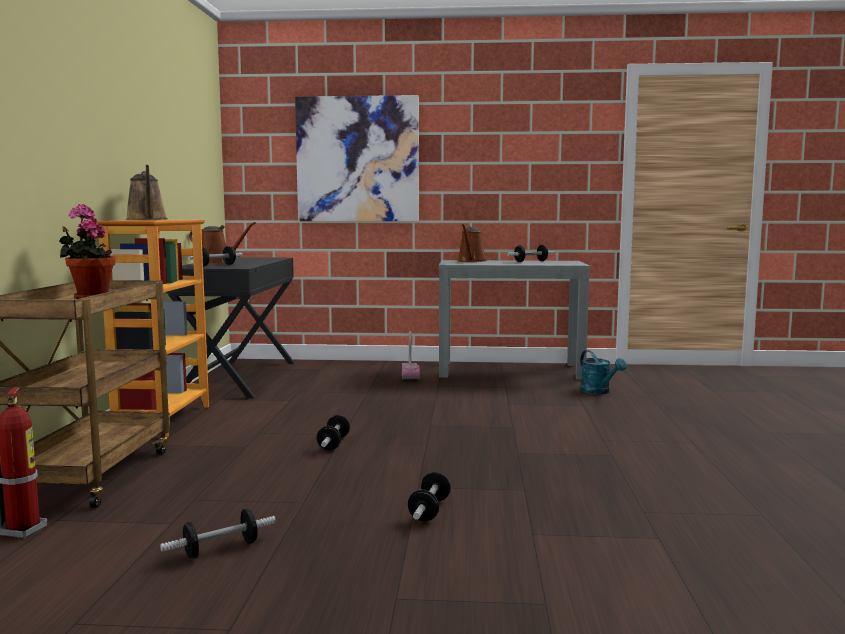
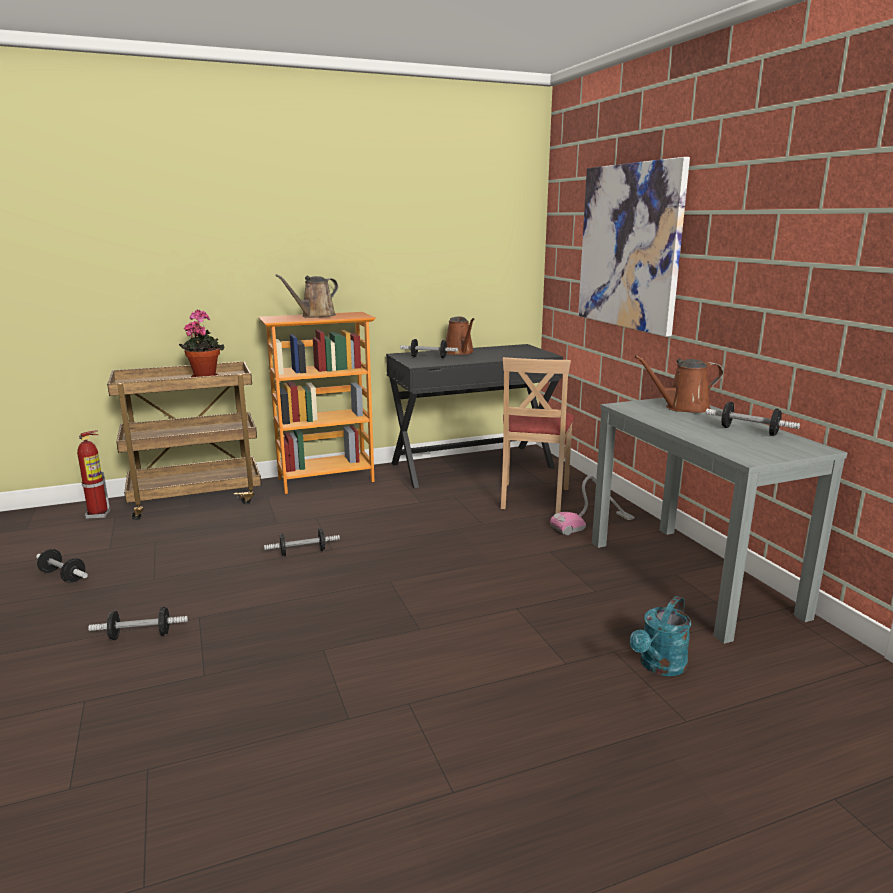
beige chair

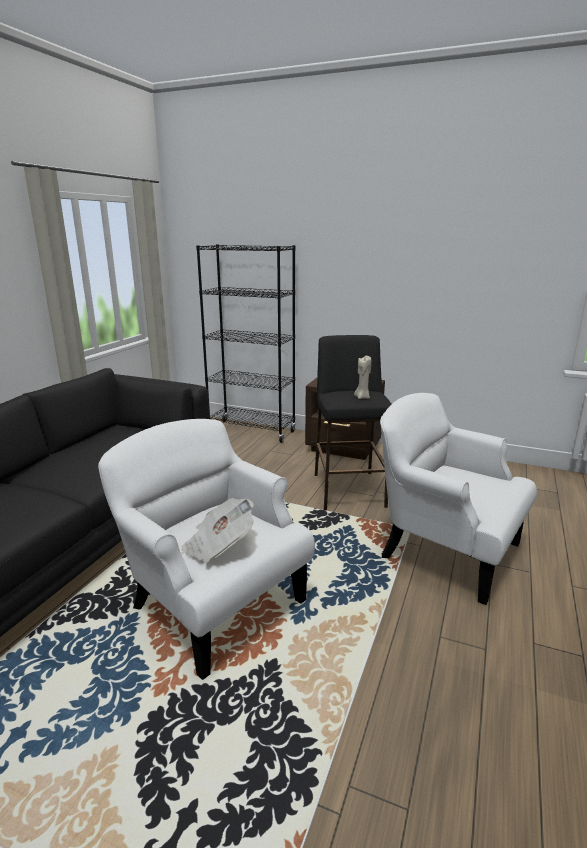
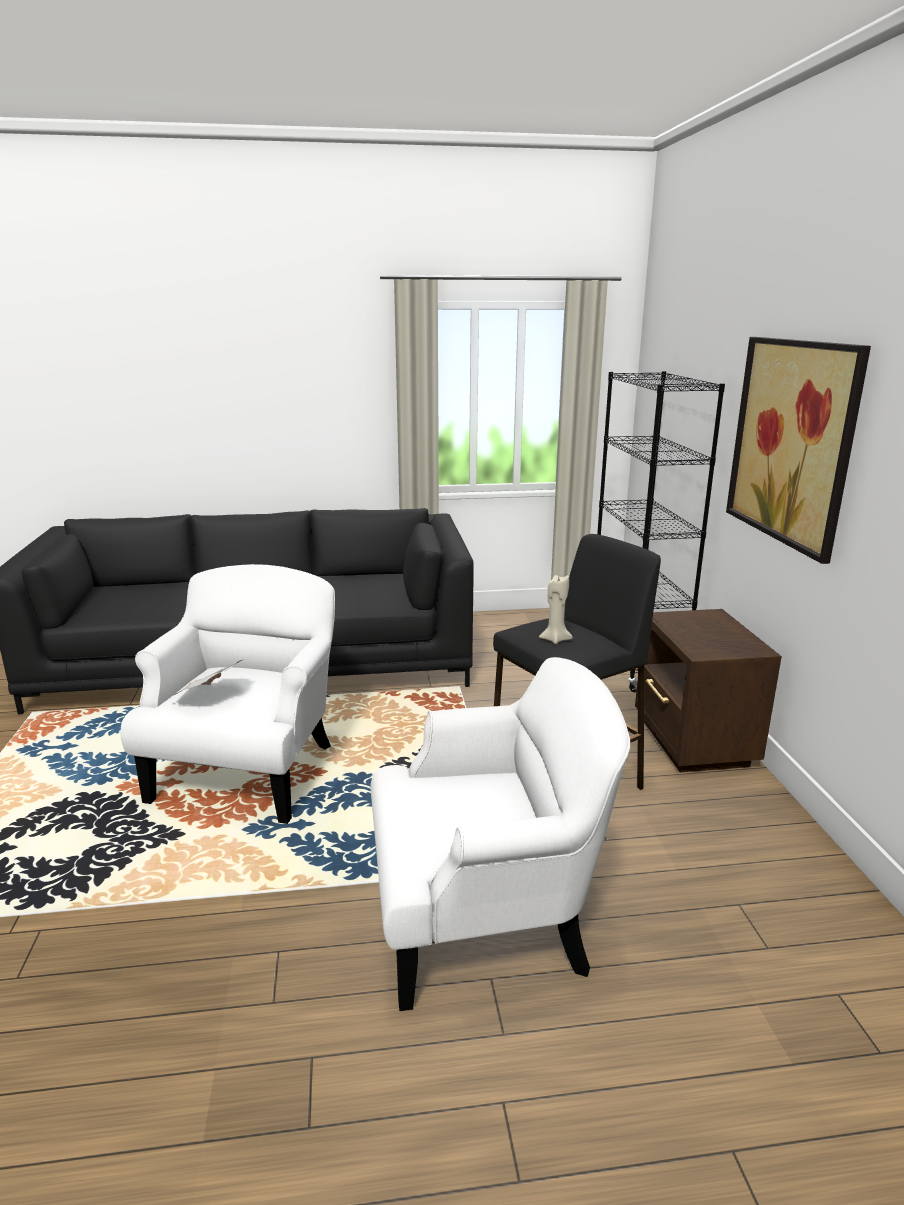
white armchair (2nd from left)
picture

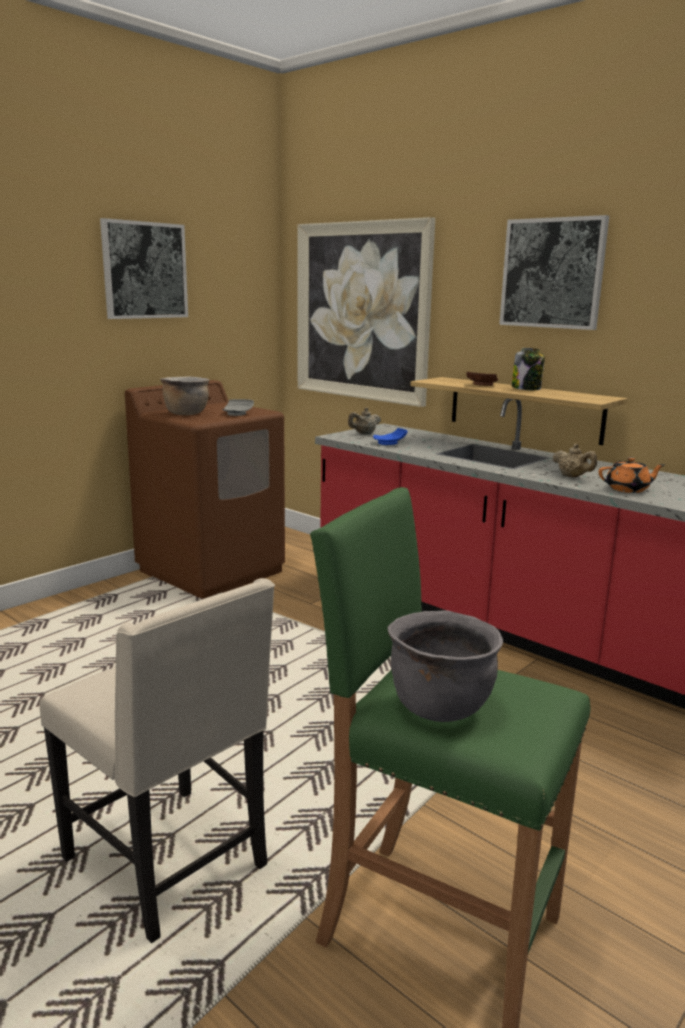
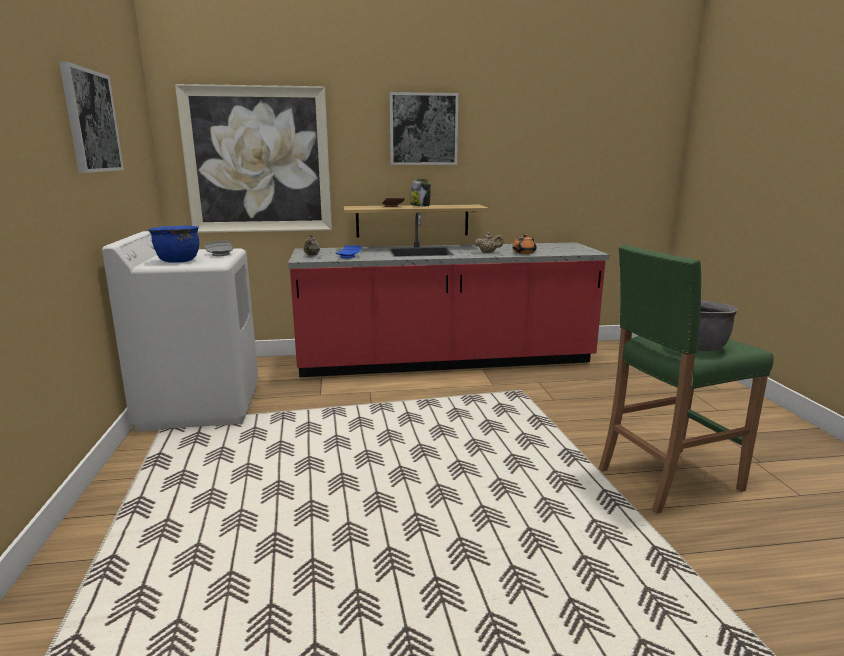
beige chair
white washing machine
blue cooking pot

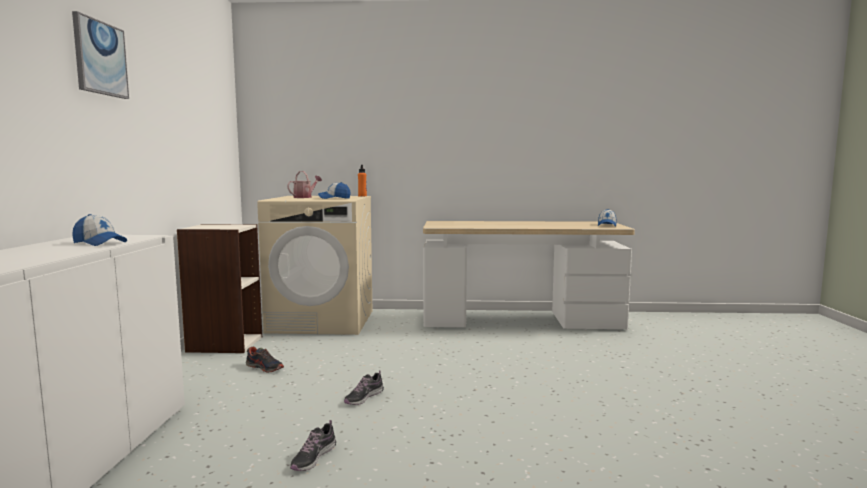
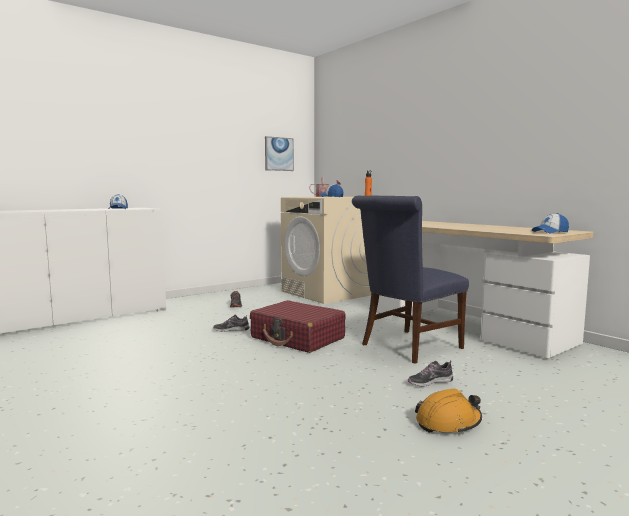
picture
bookcase
shoe (3rd from left)
red suitcase
blue chair
orange hard hat

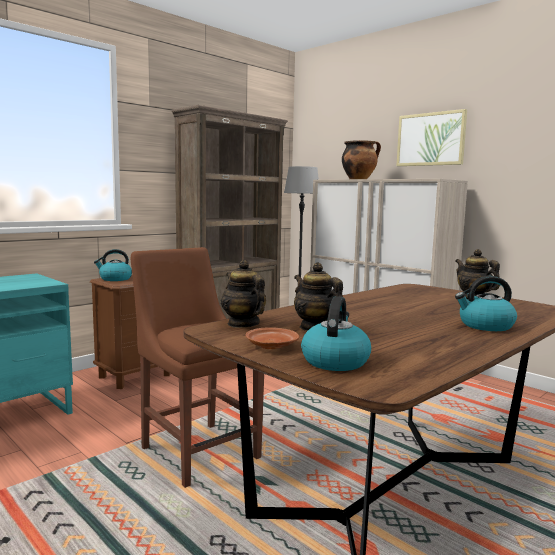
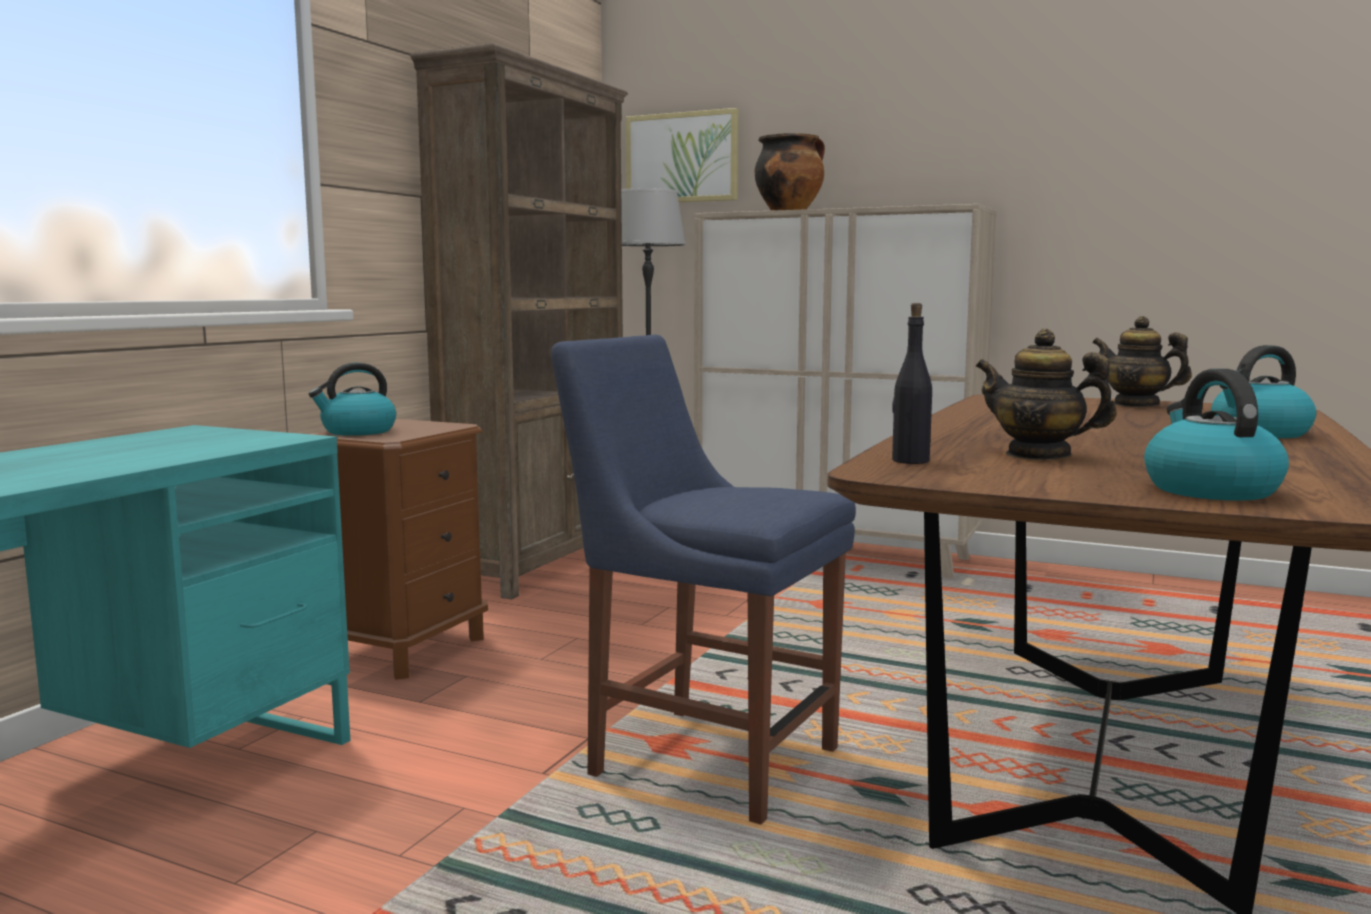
blue chair
black bottle
brown plate
picture

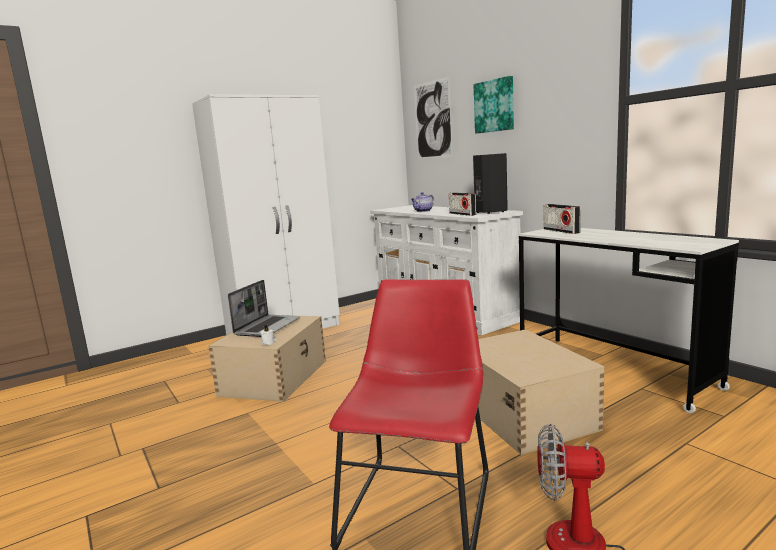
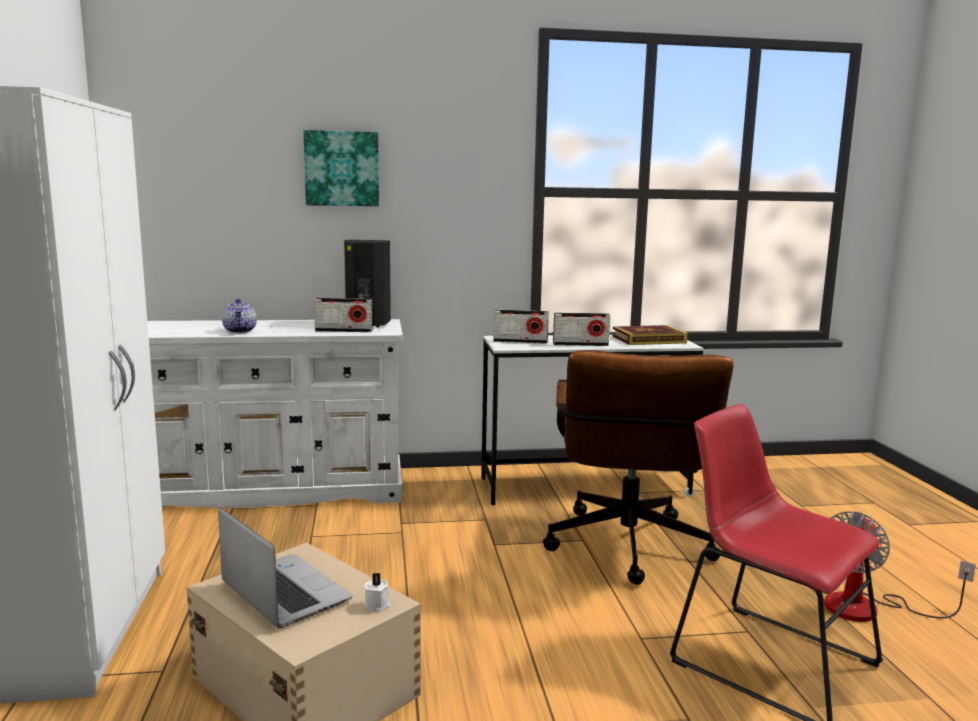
picture (1st from left in the first image)
brown office chair
radio (3rd from left)
book

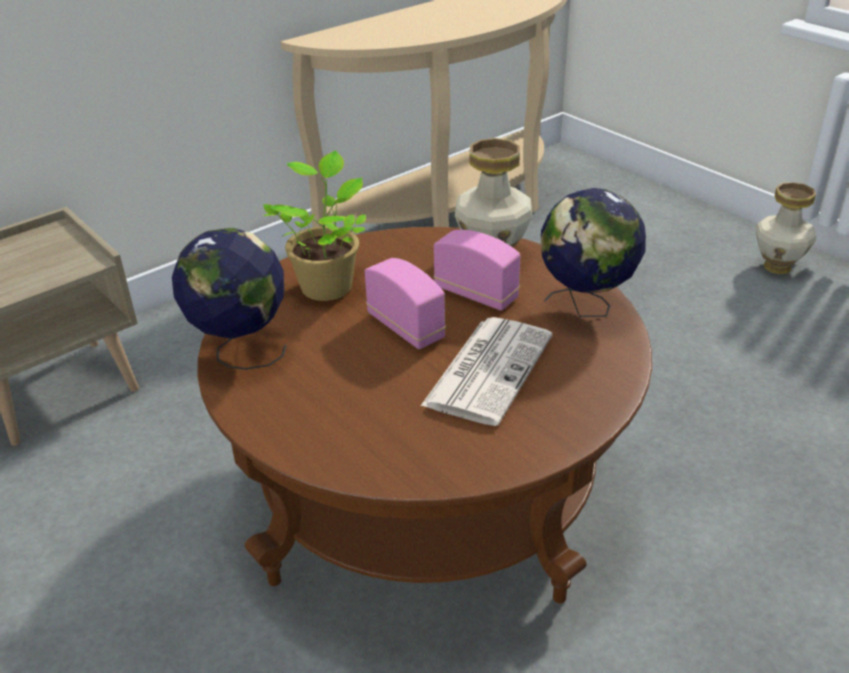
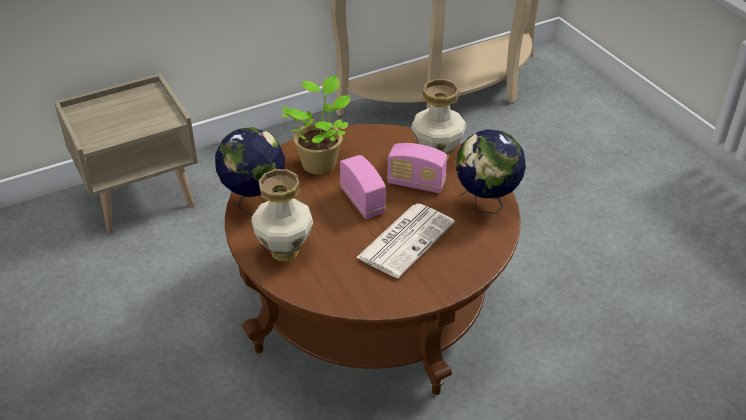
radio (2nd from left)
vase (1st from left)

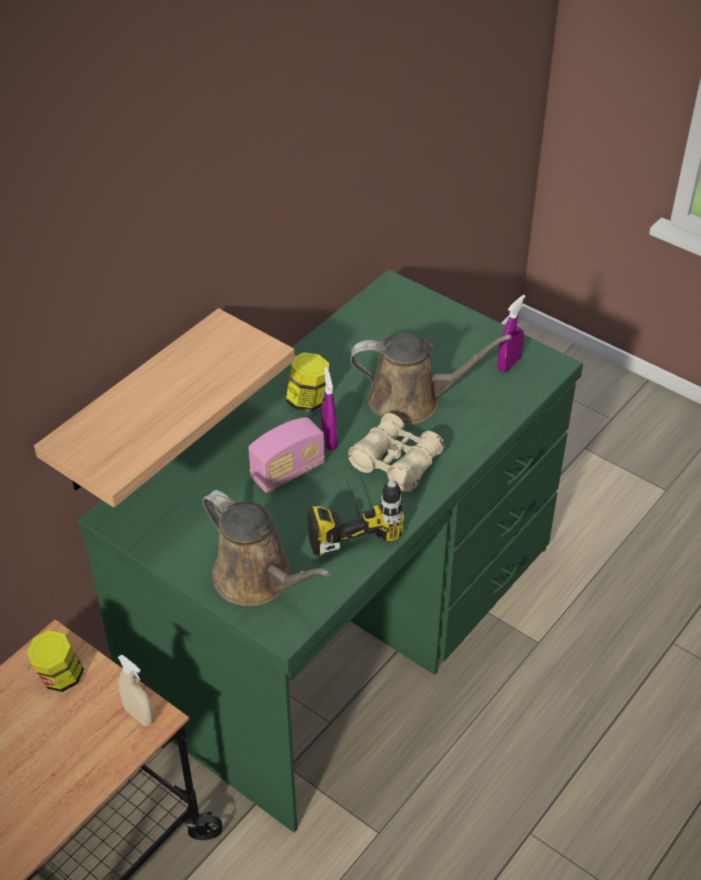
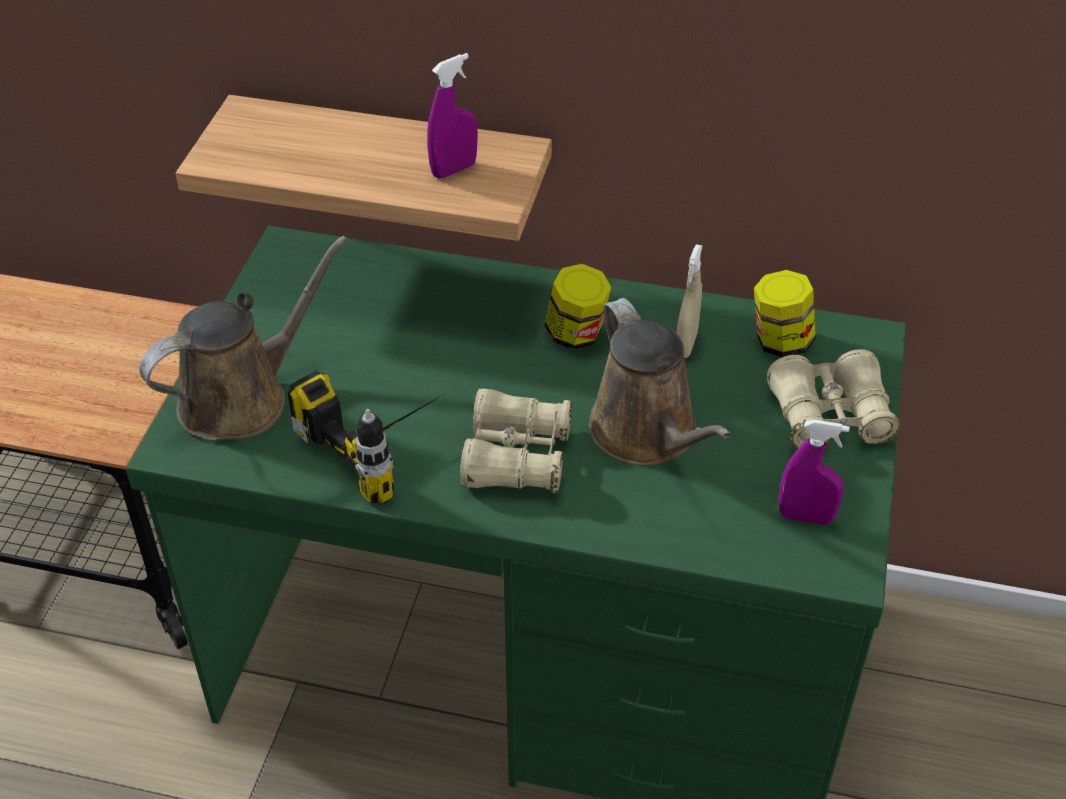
jar (2nd from left)
beige spray bottle
brown watering can (1st from left)
radio
purple spray bottle (1st from left)
beige binoculars (2nd from left)

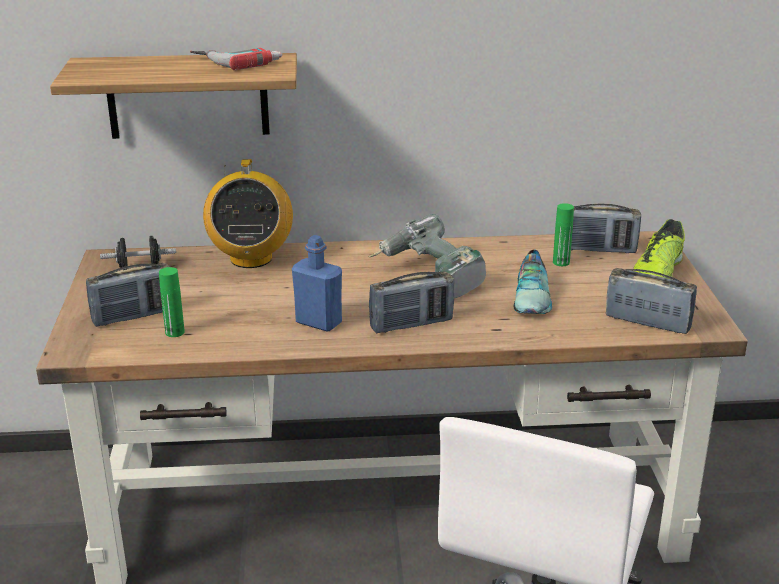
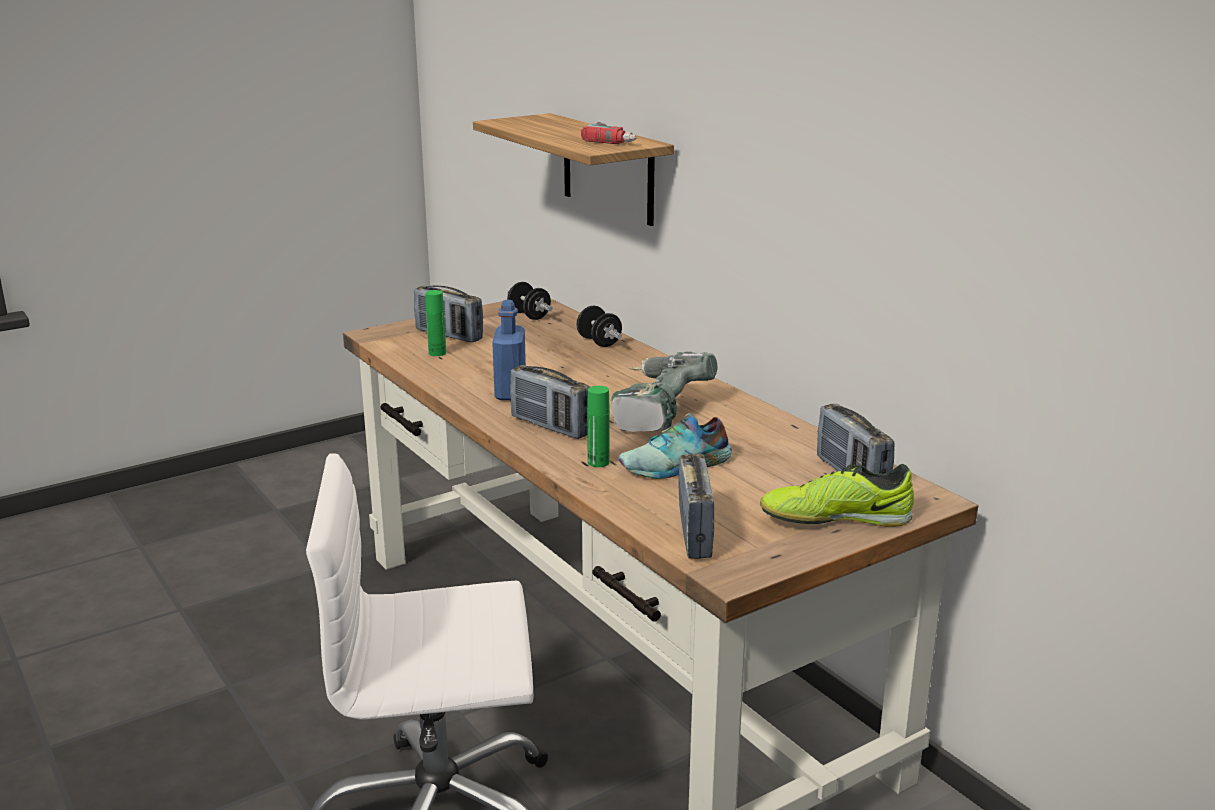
black dumbbell (2nd from left)
green bottle (2nd from left)

